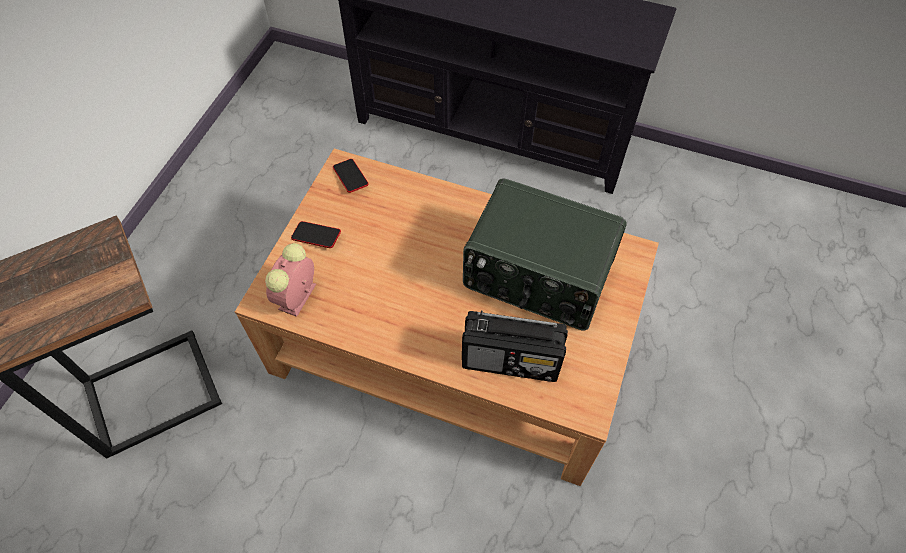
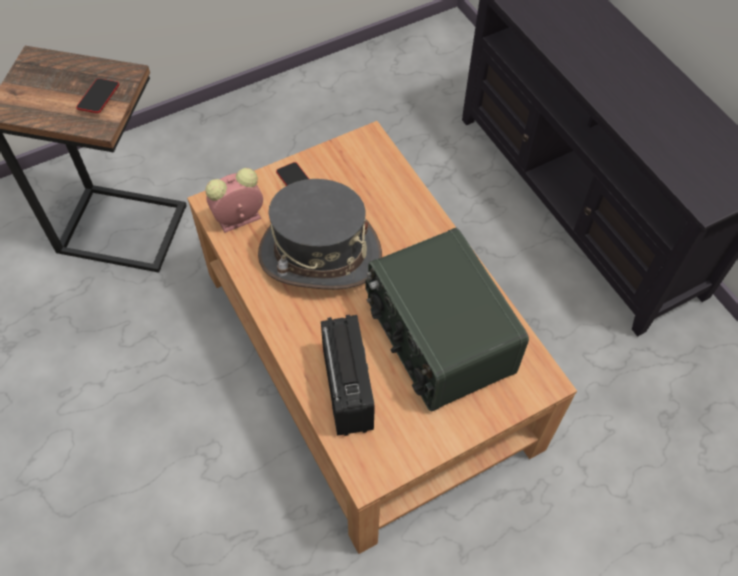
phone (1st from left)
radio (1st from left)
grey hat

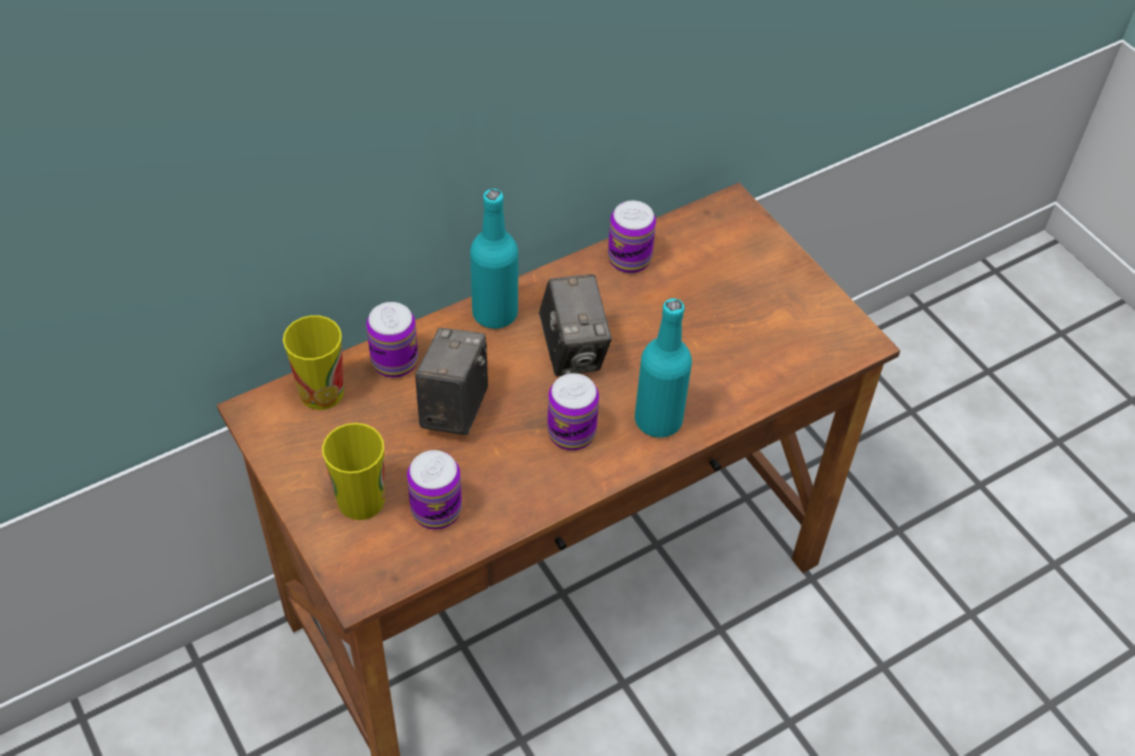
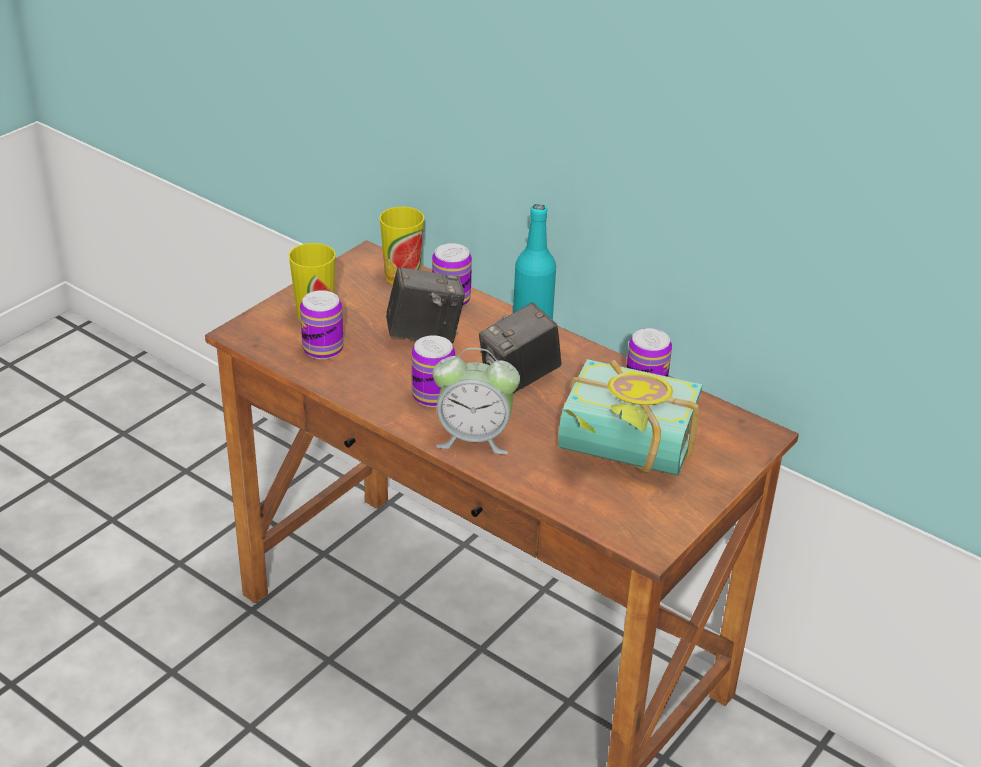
alarm clock
book

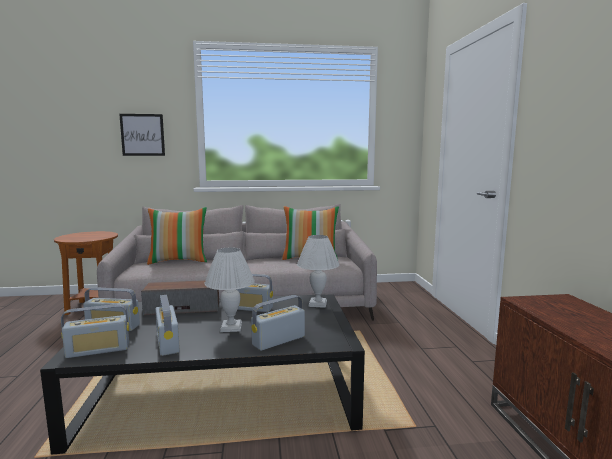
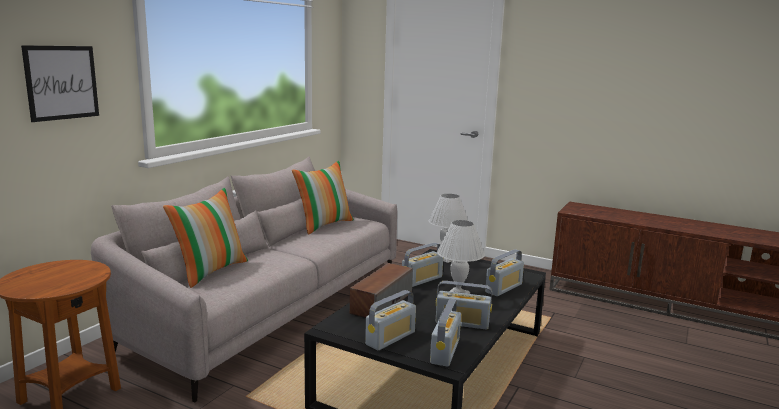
radio (5th from left)

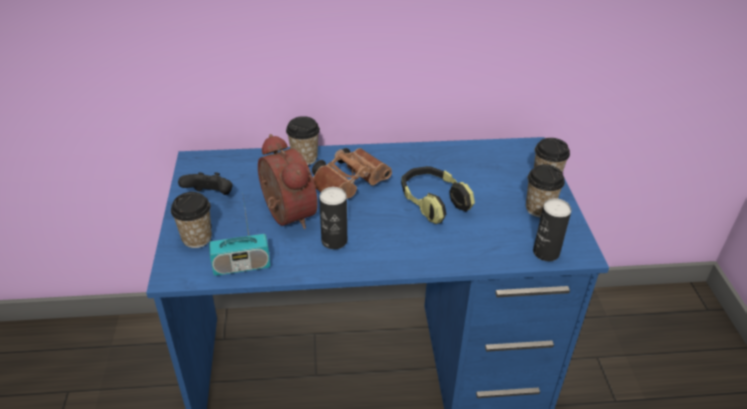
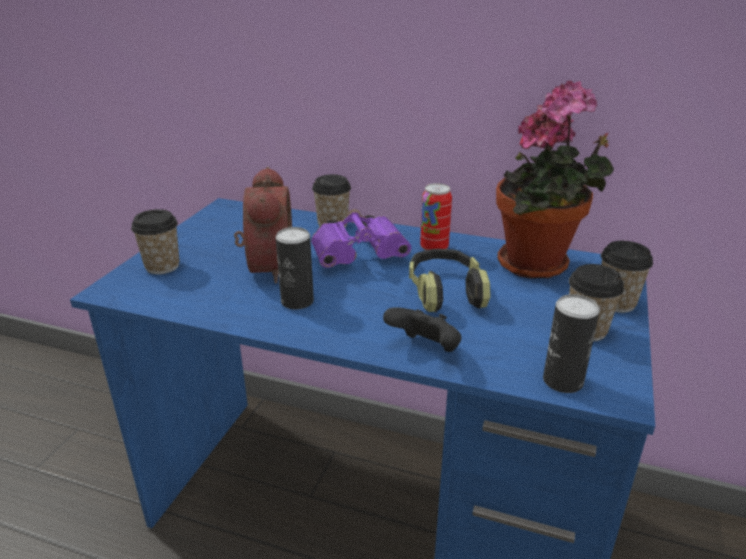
black game controller
radio
purple binoculars
can (2nd from left)
potted plant

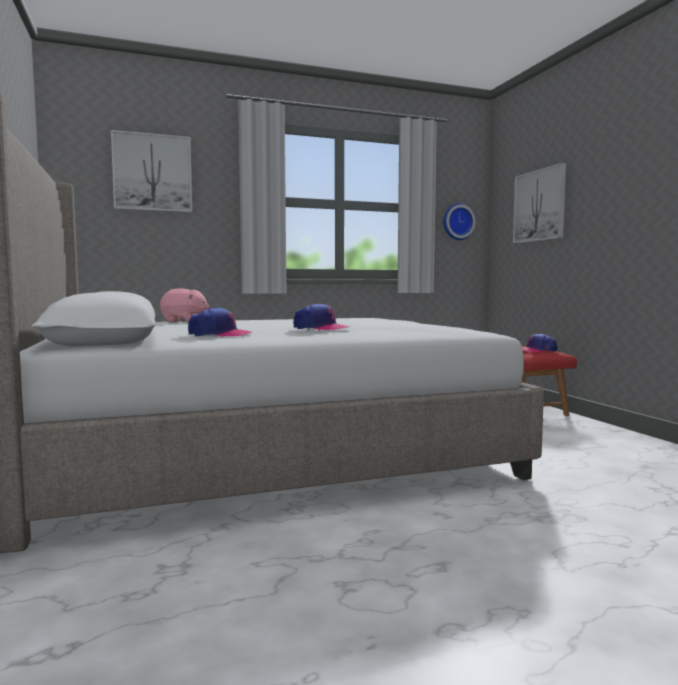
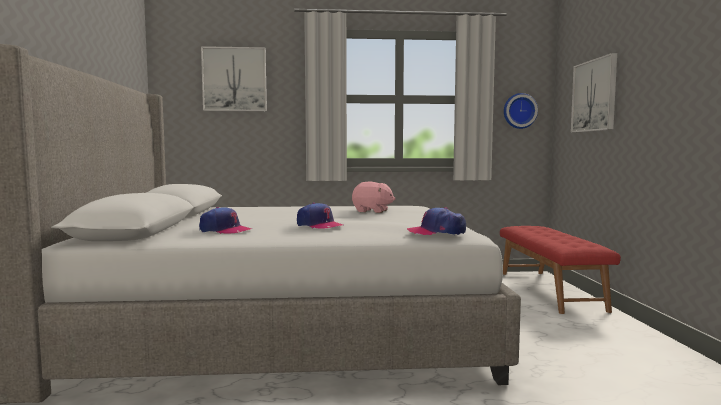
pink plush toy
cap (3rd from left)

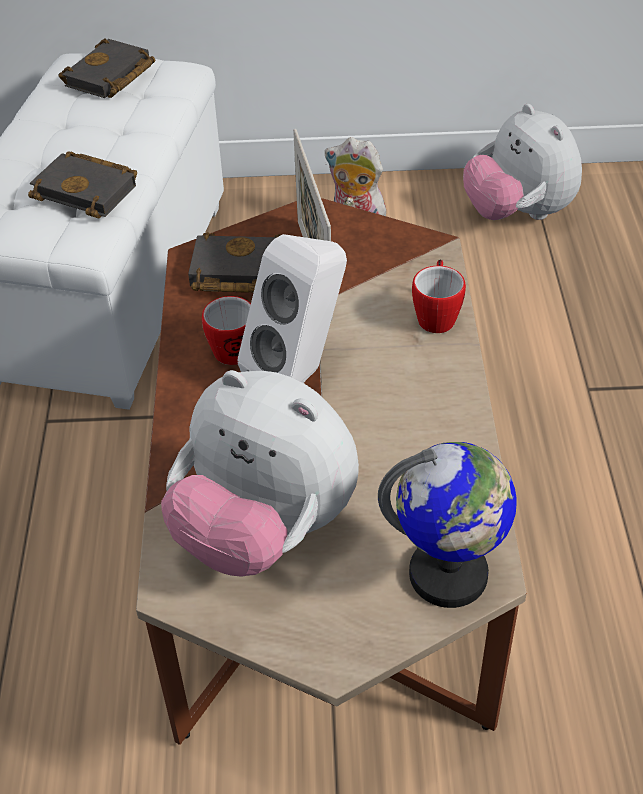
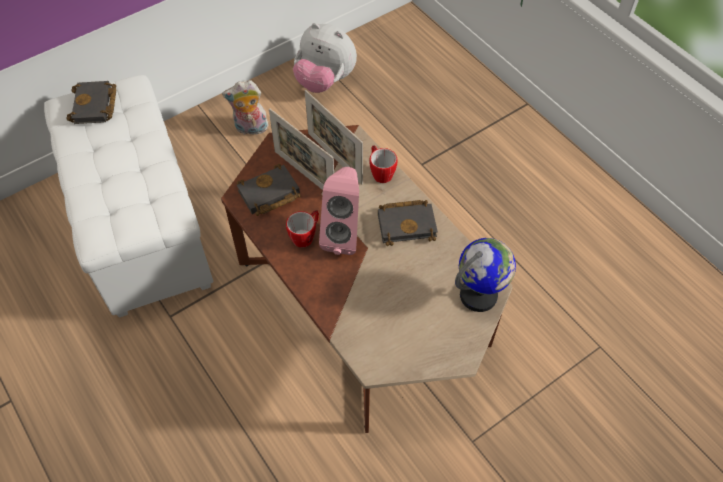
black book (3rd from left)
plush toy (1st from left in the first image)
pink speaker
picture frame (2nd from left)

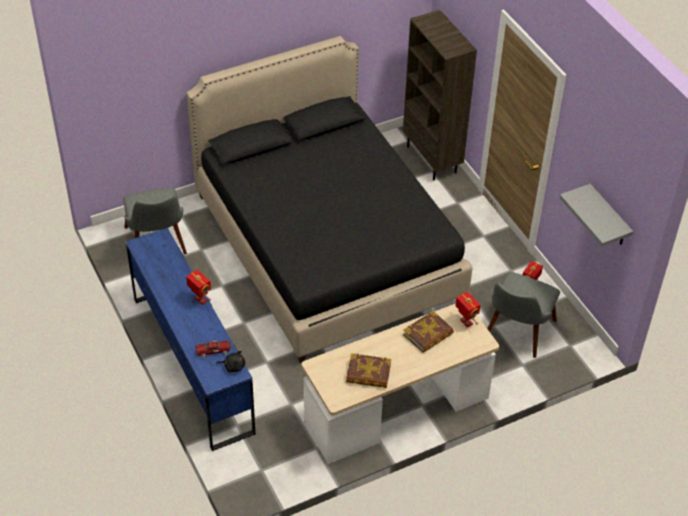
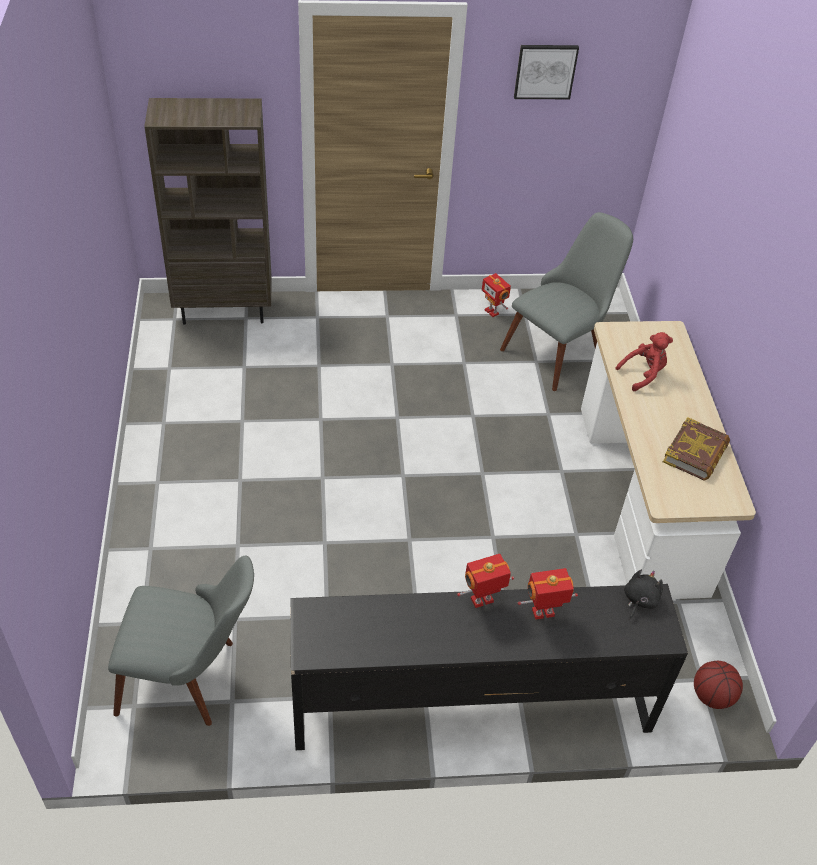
black dresser
black bed
toy car
red plush toy
toy robot (3rd from left)
grey chair (2nd from left)
grey shelf
picture
basketball

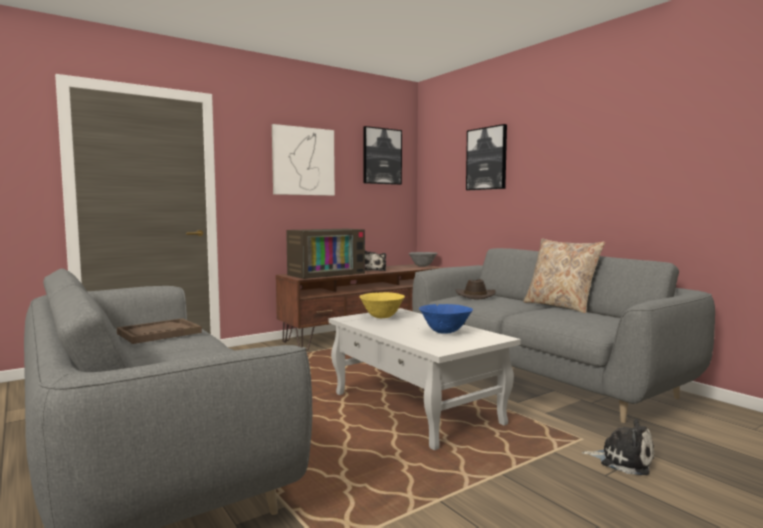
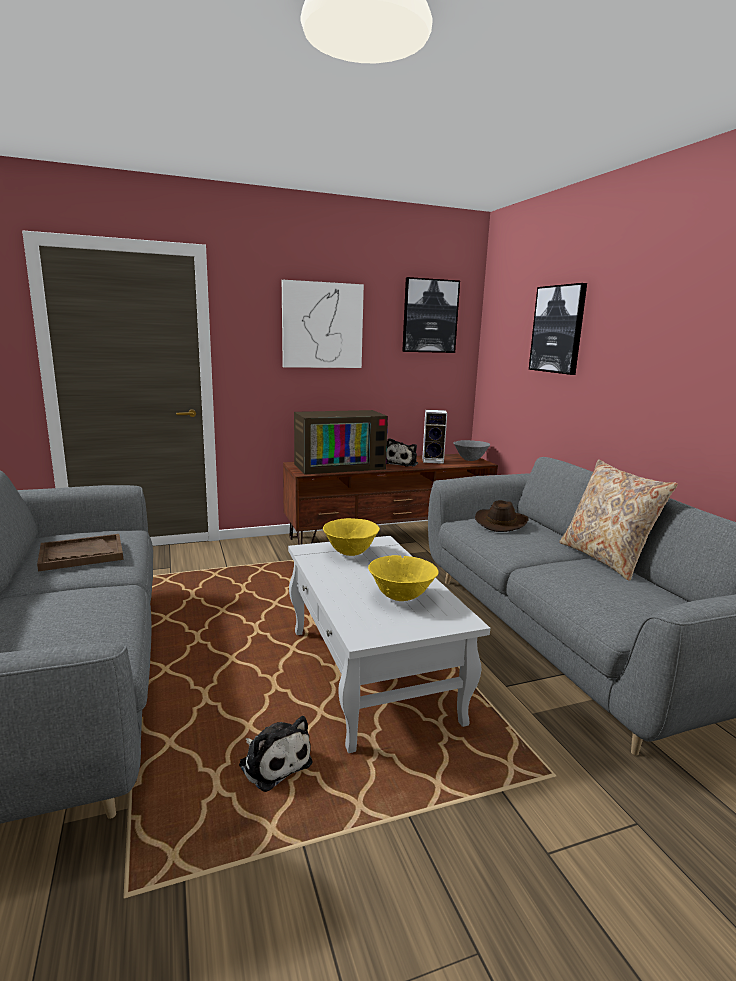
yellow bowl (2nd from left)
plush toy (1st from left)
speaker

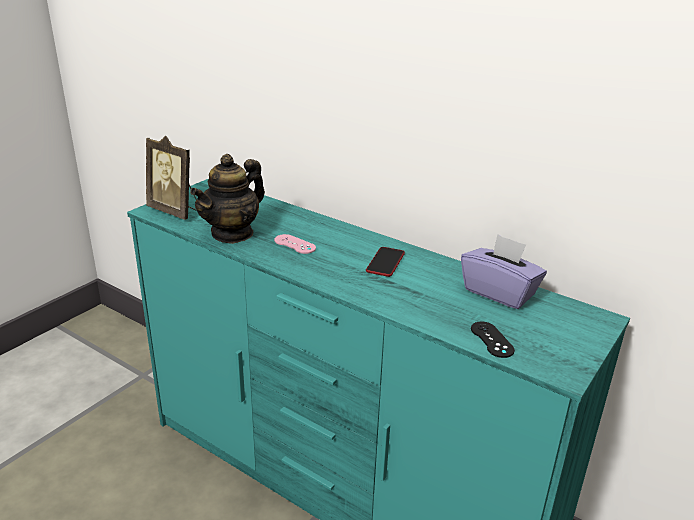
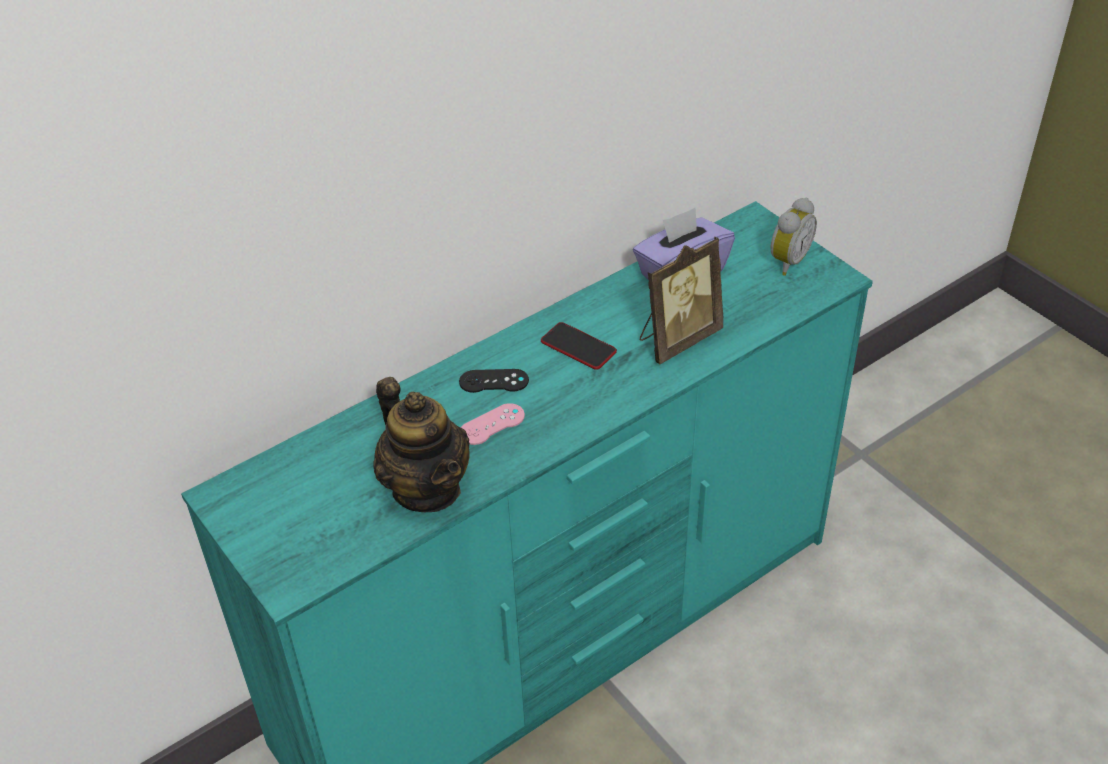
picture frame
black game controller
alarm clock

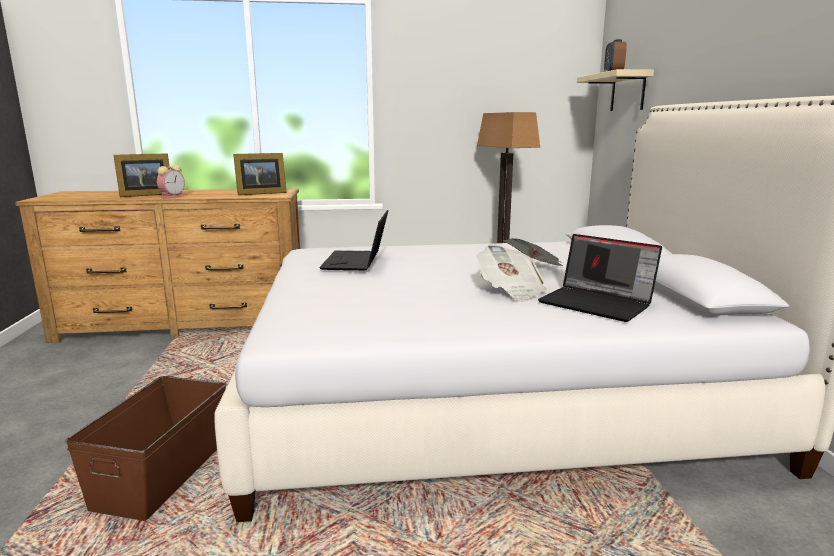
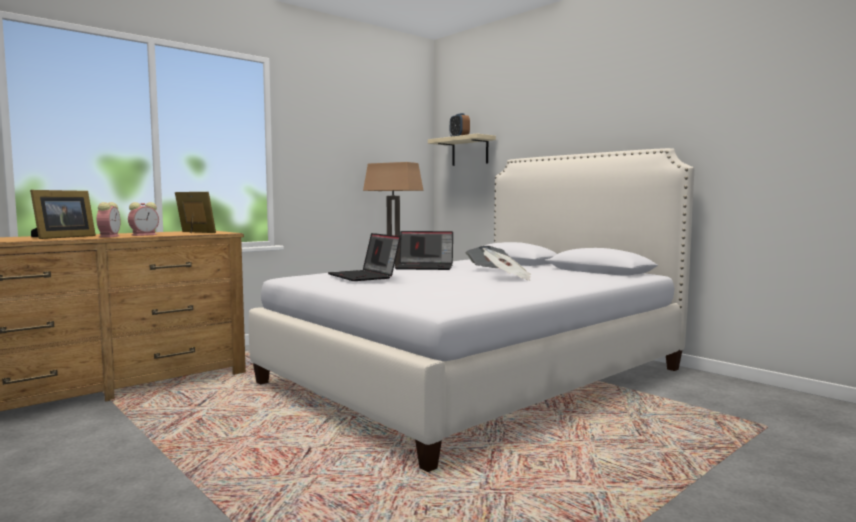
brown storage box
picture frame (2nd from left)
laptop (2nd from left)
alarm clock (2nd from left)

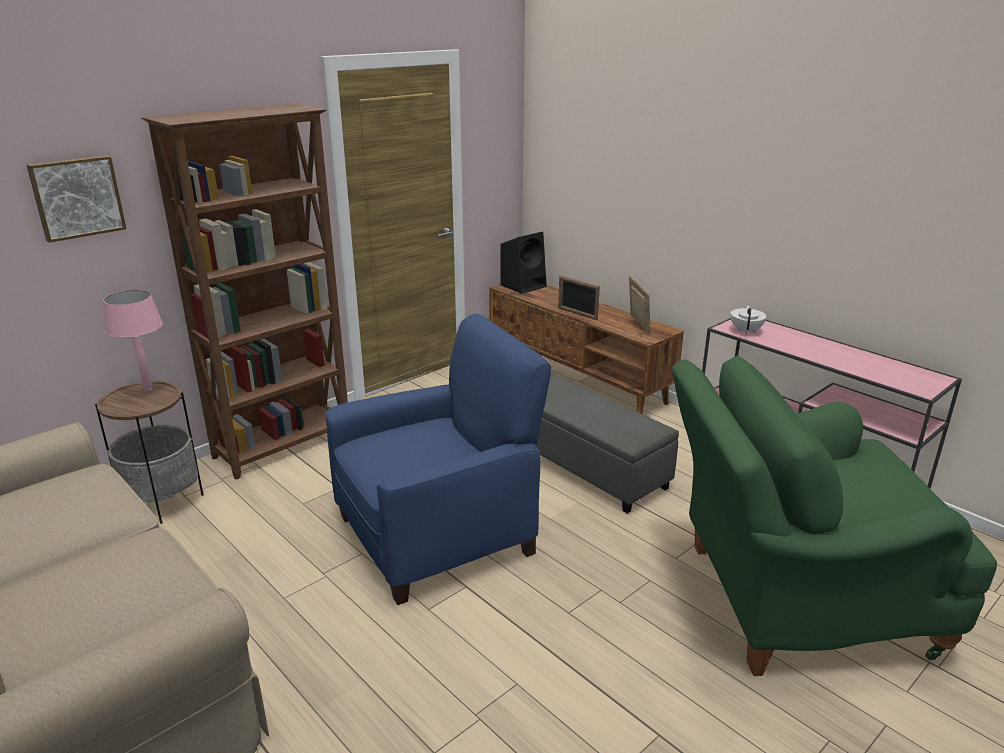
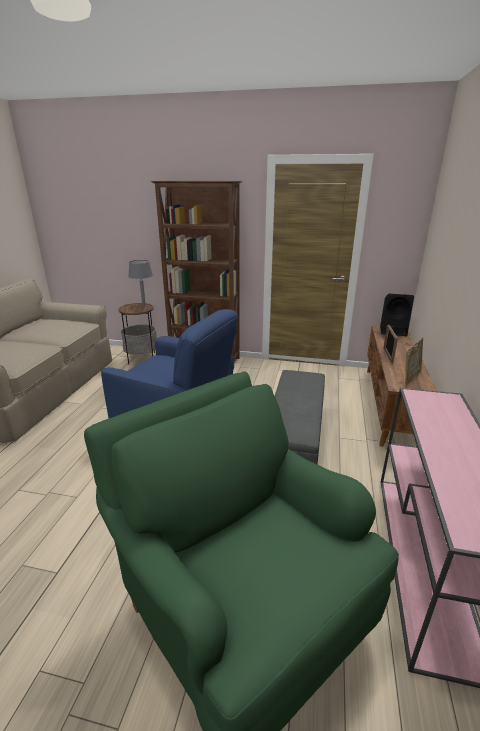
picture
grey table lamp
white teapot

